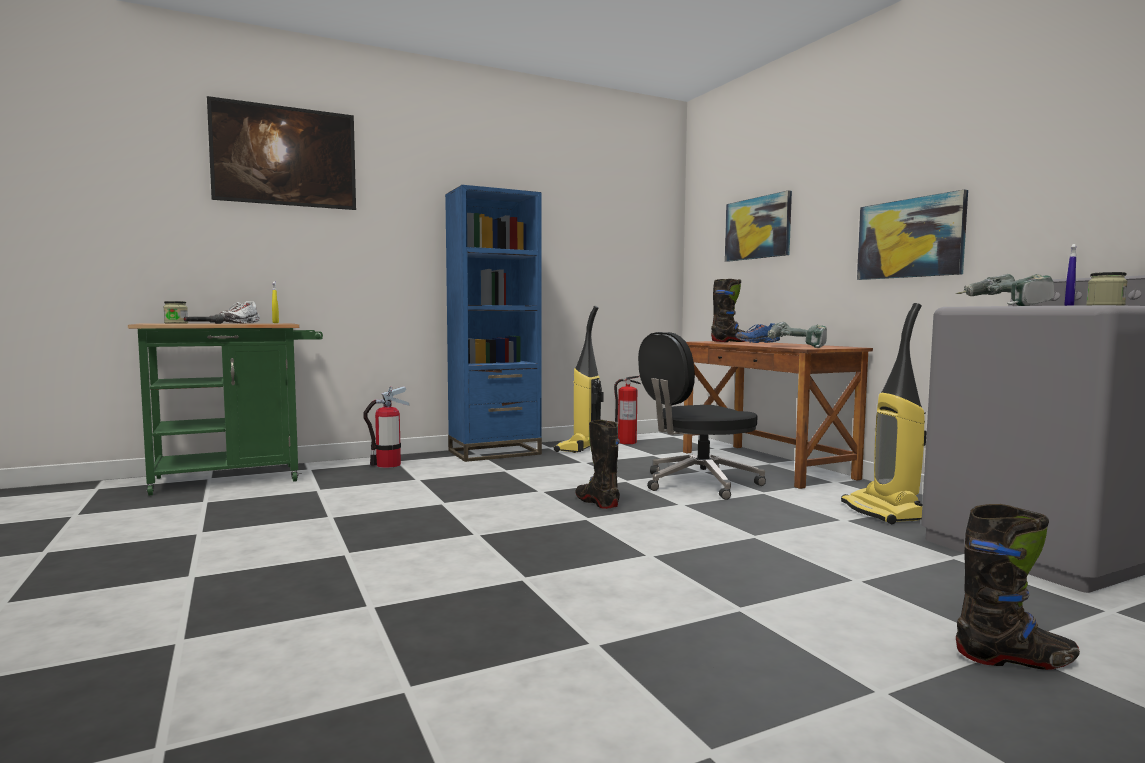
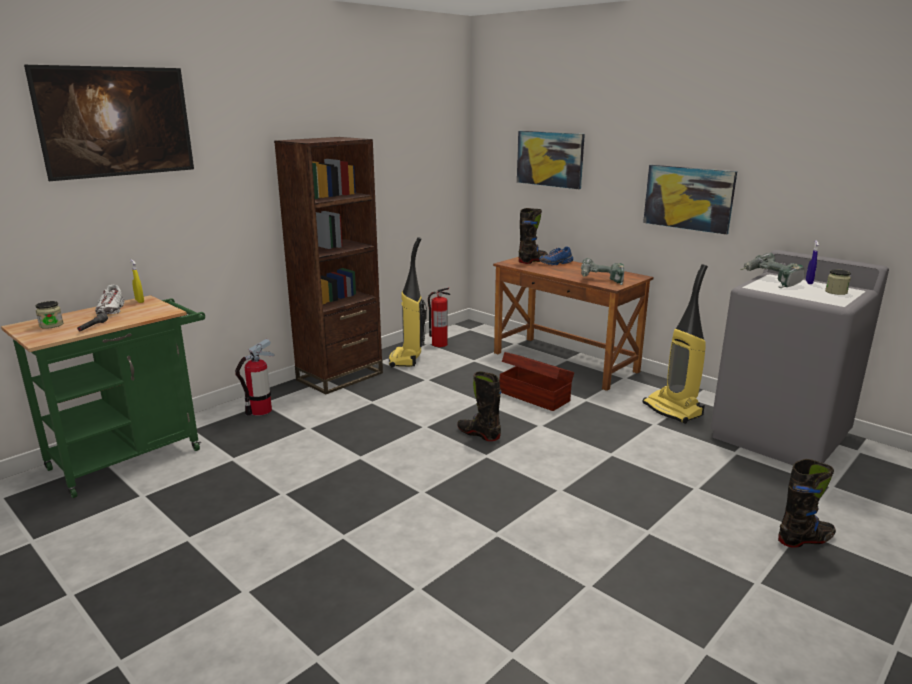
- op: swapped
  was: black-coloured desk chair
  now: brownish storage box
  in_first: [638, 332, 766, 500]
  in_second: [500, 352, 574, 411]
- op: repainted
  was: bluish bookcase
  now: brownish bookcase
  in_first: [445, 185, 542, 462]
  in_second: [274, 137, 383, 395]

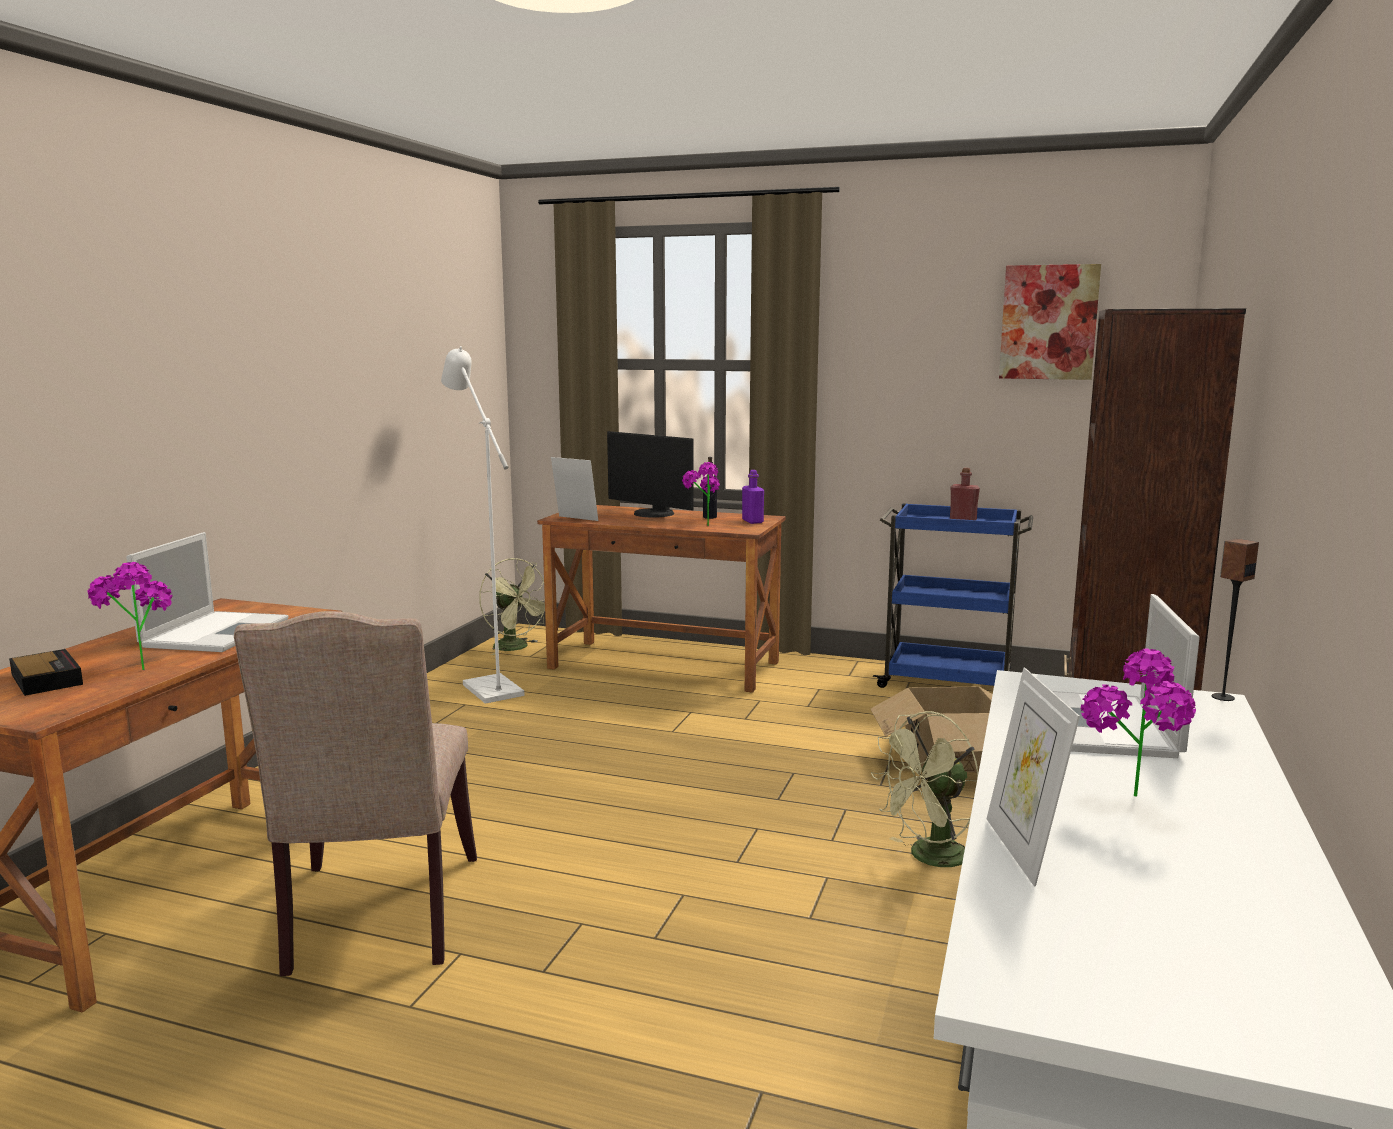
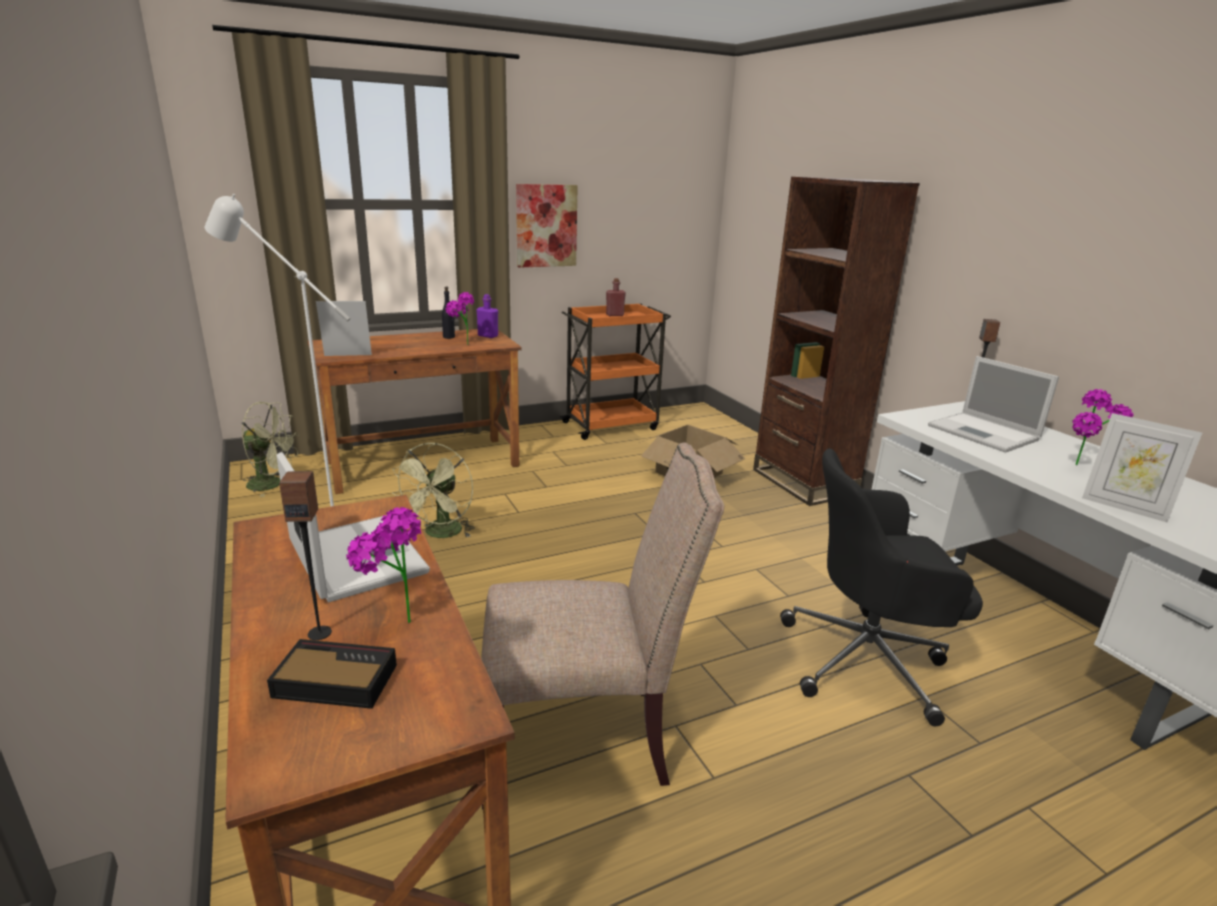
- op: gone
  was: computer screen
  in_first: [607, 431, 693, 518]
- op: new
  now: audio speaker
  in_second: [279, 471, 332, 640]
- op: new
  now: black-coloured desk chair
  in_second: [780, 449, 983, 726]
- op: shifted
  was: greenish cooling fan
  in_first: [871, 711, 978, 867]
  in_second: [392, 443, 475, 538]
- op: shifted
  was: wall picture
  in_first: [999, 264, 1101, 380]
  in_second: [516, 184, 578, 268]
- op: repainted
  was: bluish wheeled cart
  now: orangey wheeled cart
  in_first: [873, 503, 1033, 688]
  in_second: [560, 303, 671, 440]
- op: rotated
  was: beige chair
  in_first: [234, 611, 477, 976]
  in_second: [481, 443, 724, 810]
  clockwise: -45

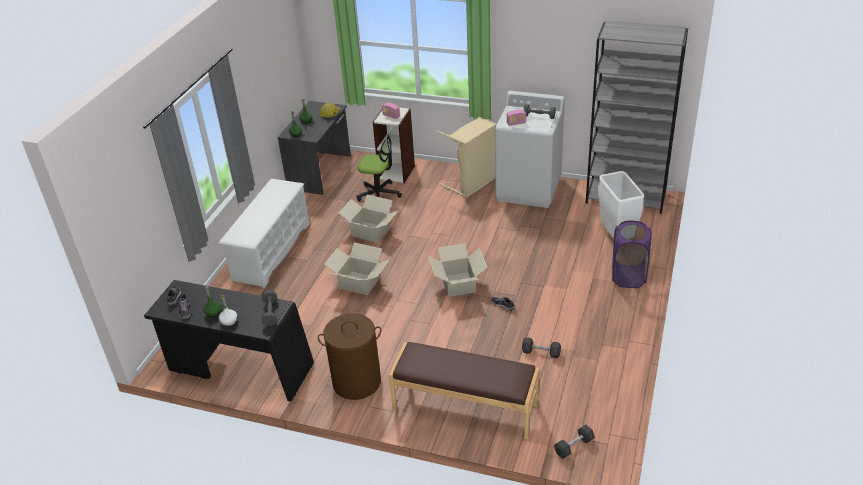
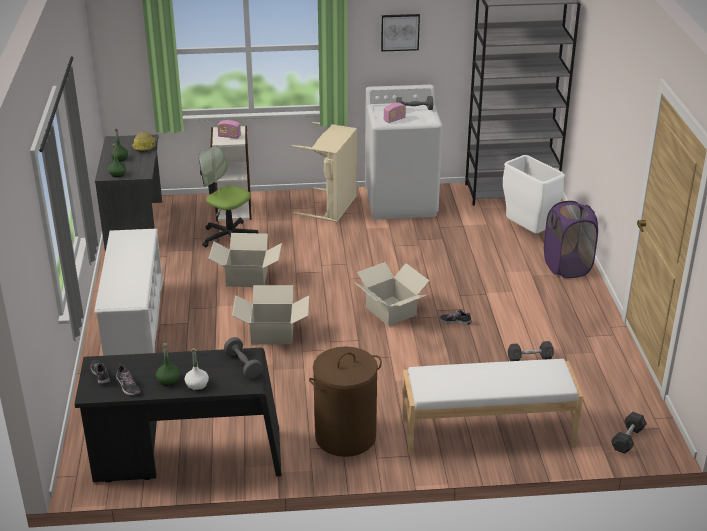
- op: new
  now: wall picture
  in_second: [381, 14, 420, 52]
- op: repainted
  was: brownish bench
  now: white-coloured bench
  in_first: [389, 342, 539, 439]
  in_second: [402, 359, 583, 455]
- op: rotated
  was: desk chair
  in_first: [357, 128, 402, 202]
  in_second: [198, 145, 258, 247]
  clockwise: -135

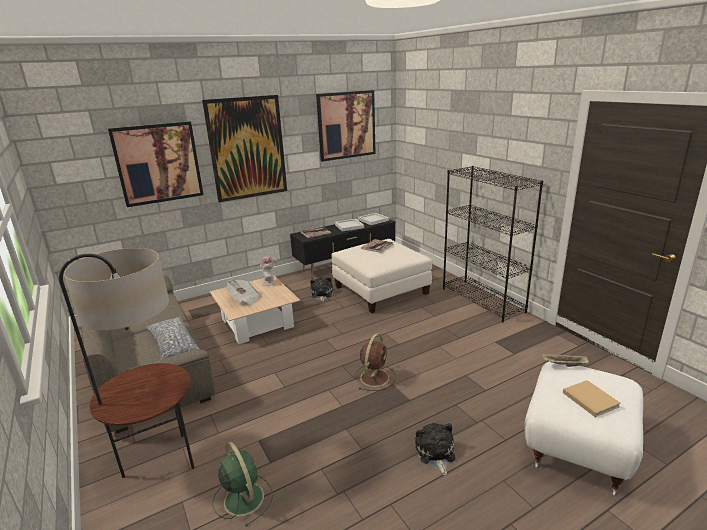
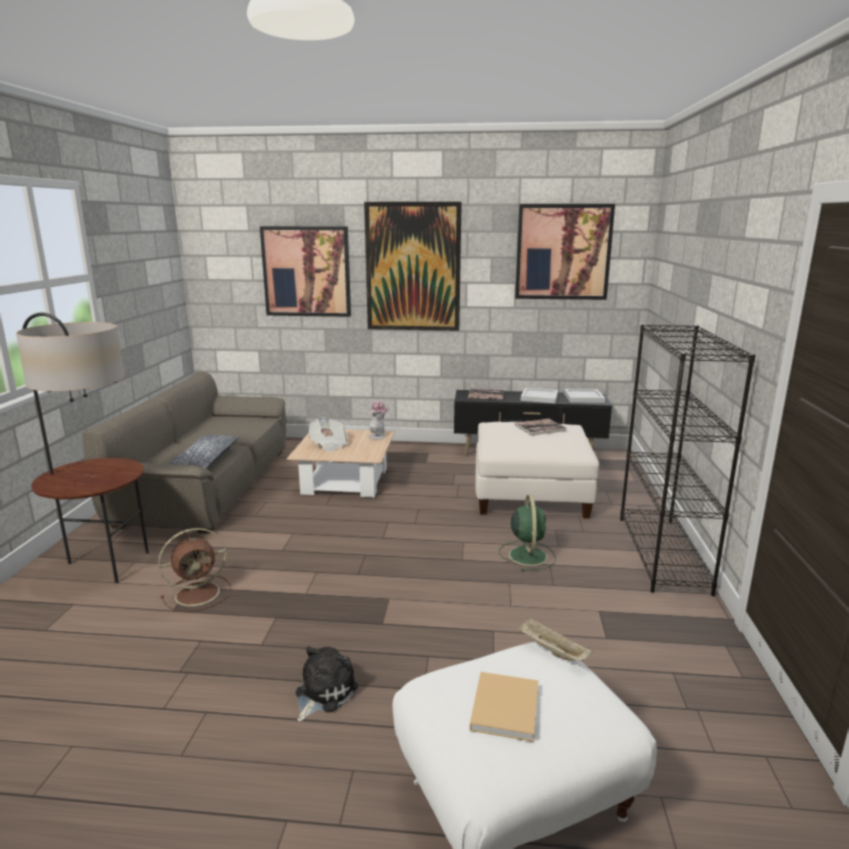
- op: gone
  was: cuddly toy
  in_first: [310, 277, 333, 302]
- op: shifted
  was: greenish cooling fan
  in_first: [212, 442, 273, 527]
  in_second: [499, 495, 556, 571]
- op: shifted
  was: brownish cooling fan
  in_first: [355, 333, 396, 391]
  in_second: [158, 528, 231, 612]

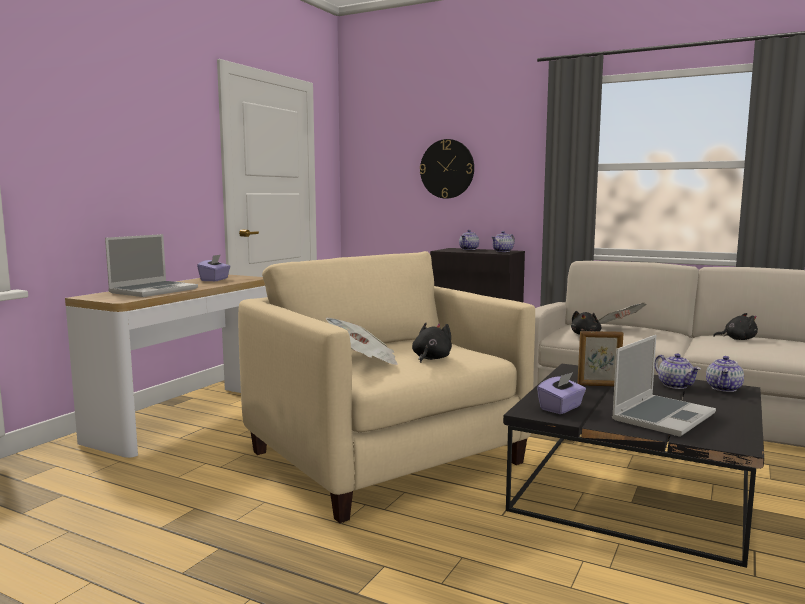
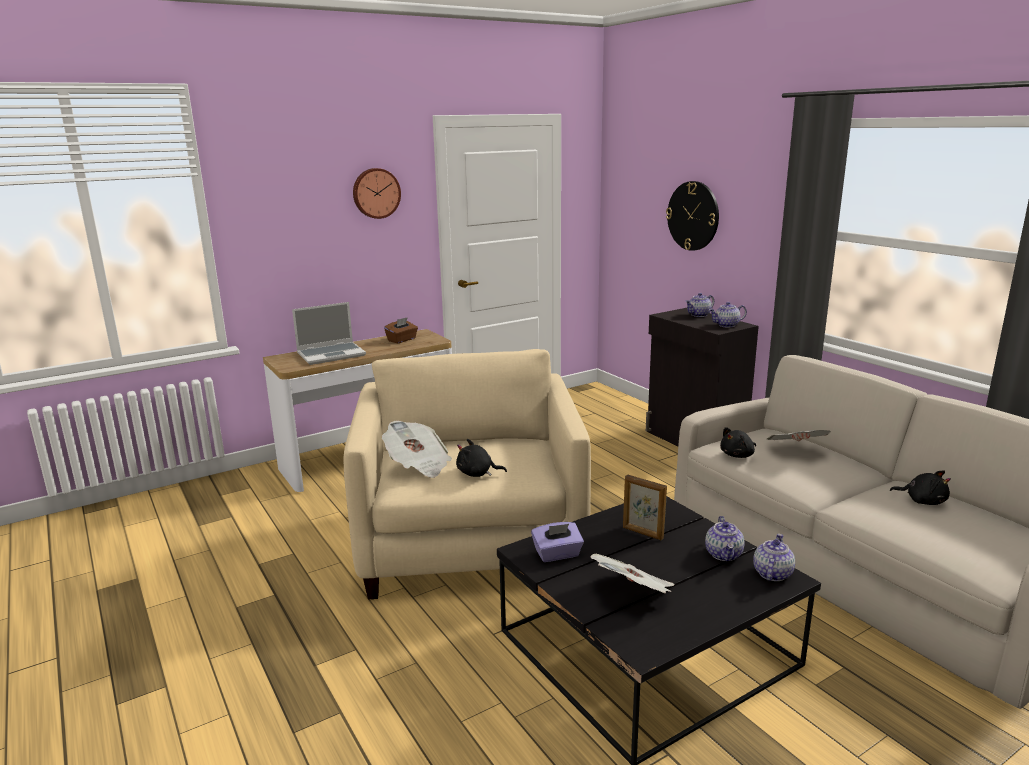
- op: new
  now: hanging clock
  in_second: [353, 168, 401, 219]
- op: swapped
  was: portable computer
  now: printed paper
  in_first: [612, 335, 716, 437]
  in_second: [590, 554, 674, 593]
- op: repainted
  was: purple box of tissues
  now: brownish box of tissues
  in_first: [197, 254, 230, 281]
  in_second: [384, 317, 418, 343]
- op: rotated
  was: black-coloured cuddly toy
  in_first: [412, 323, 452, 363]
  in_second: [456, 439, 507, 477]
  clockwise: -135
- op: rotated
  was: teapot
  in_first: [706, 356, 744, 392]
  in_second: [753, 534, 795, 581]
  clockwise: 150

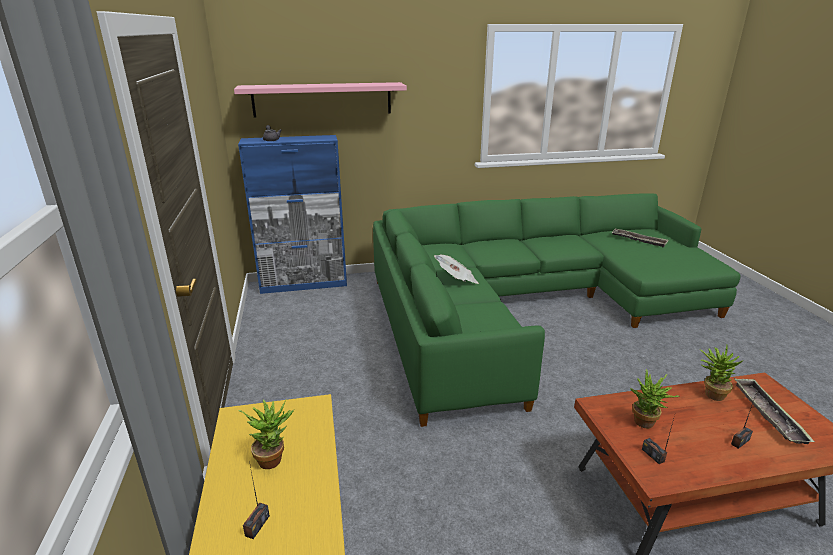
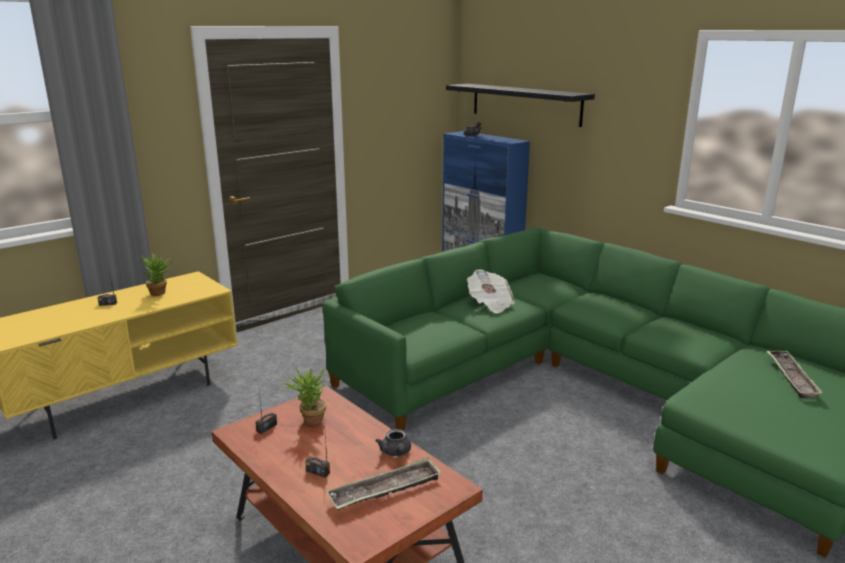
- op: swapped
  was: plant in a pot
  now: greyish teapot
  in_first: [700, 345, 744, 401]
  in_second: [376, 429, 411, 456]
- op: repainted
  was: pink wall shelf
  now: black-coloured wall shelf
  in_first: [234, 82, 407, 117]
  in_second: [446, 84, 595, 127]

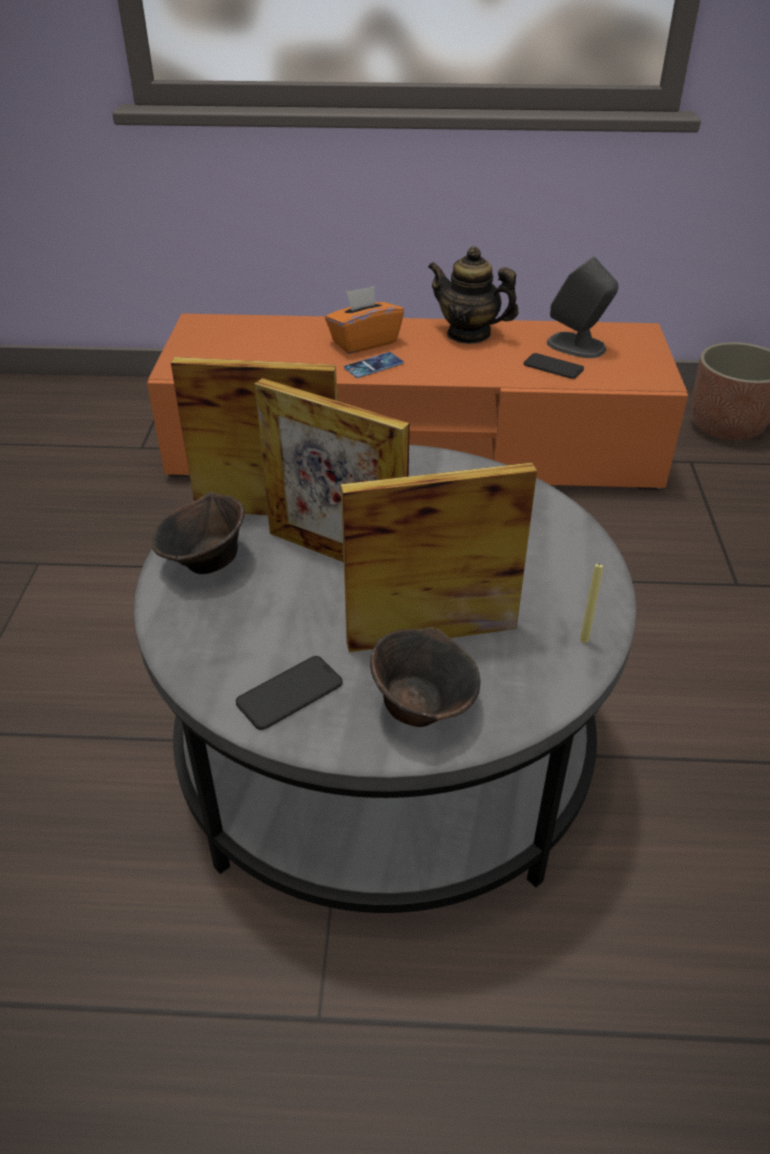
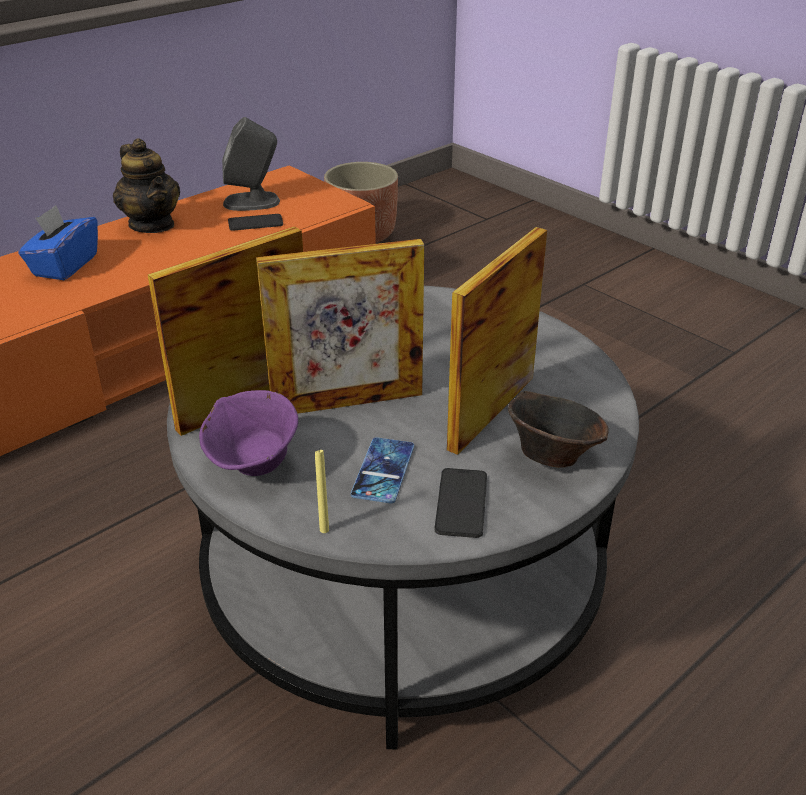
- op: shifted
  was: handset
  in_first: [344, 352, 404, 378]
  in_second: [351, 437, 414, 504]
- op: shifted
  was: yellow candle
  in_first: [580, 563, 603, 643]
  in_second: [315, 450, 329, 533]
- op: repainted
  was: brownish deep dish
  now: purple deep dish
  in_first: [152, 492, 245, 574]
  in_second: [199, 390, 298, 476]
- op: repainted
  was: orangey box of tissues
  now: bluish box of tissues
  in_first: [325, 286, 404, 354]
  in_second: [18, 205, 98, 280]
- op: rotated
  was: teapot
  in_first: [428, 246, 519, 344]
  in_second: [113, 138, 180, 233]
  clockwise: -105

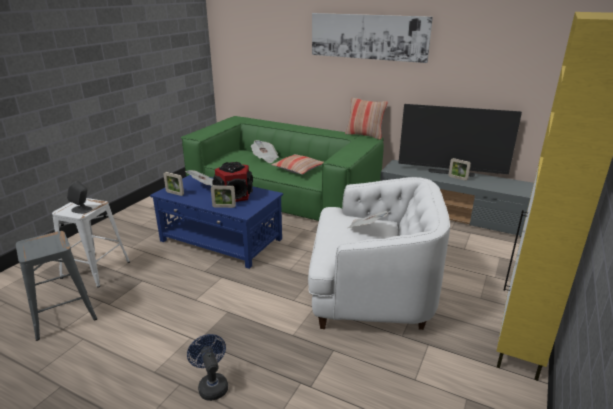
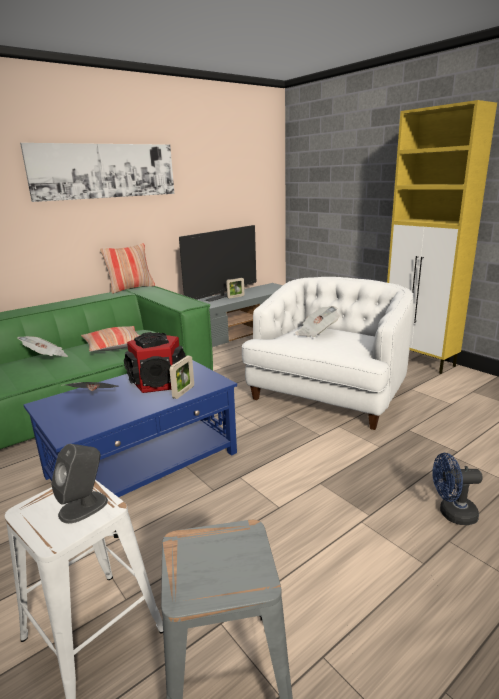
- op: gone
  was: photo frame
  in_first: [163, 172, 184, 196]

